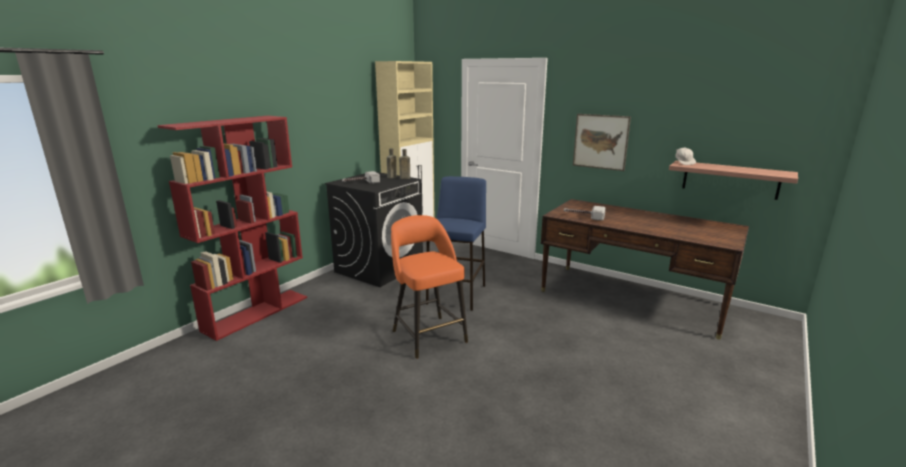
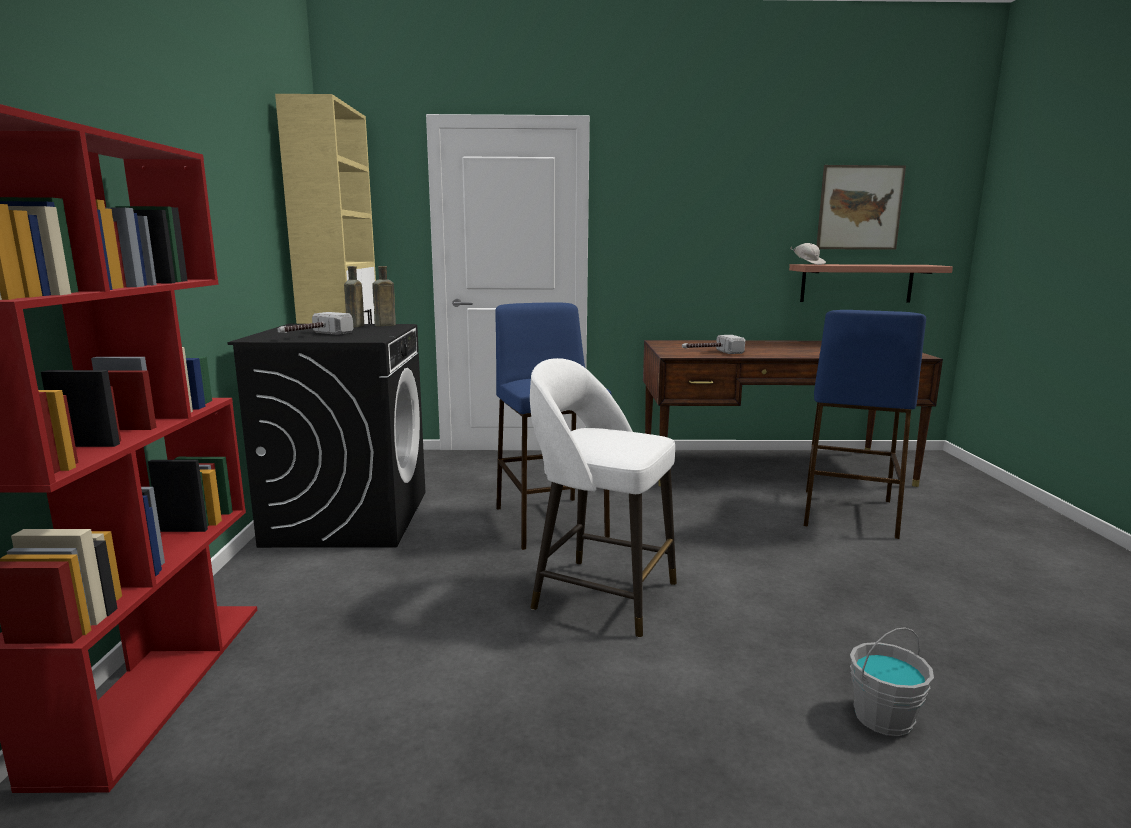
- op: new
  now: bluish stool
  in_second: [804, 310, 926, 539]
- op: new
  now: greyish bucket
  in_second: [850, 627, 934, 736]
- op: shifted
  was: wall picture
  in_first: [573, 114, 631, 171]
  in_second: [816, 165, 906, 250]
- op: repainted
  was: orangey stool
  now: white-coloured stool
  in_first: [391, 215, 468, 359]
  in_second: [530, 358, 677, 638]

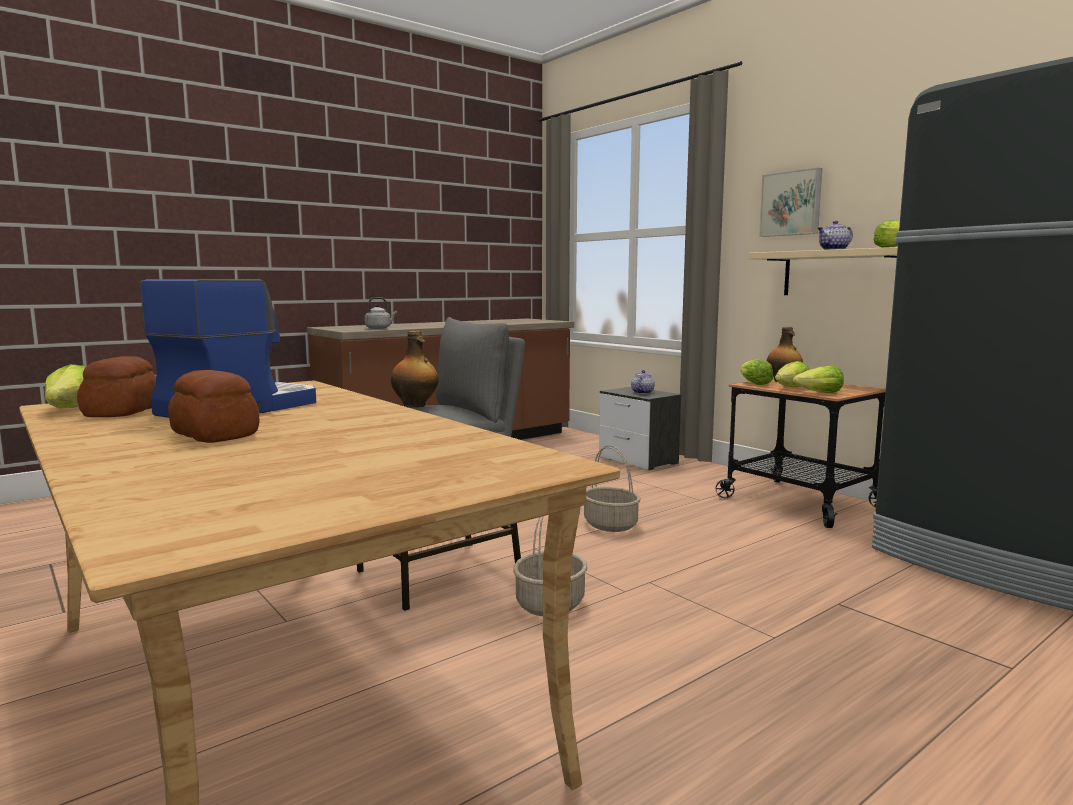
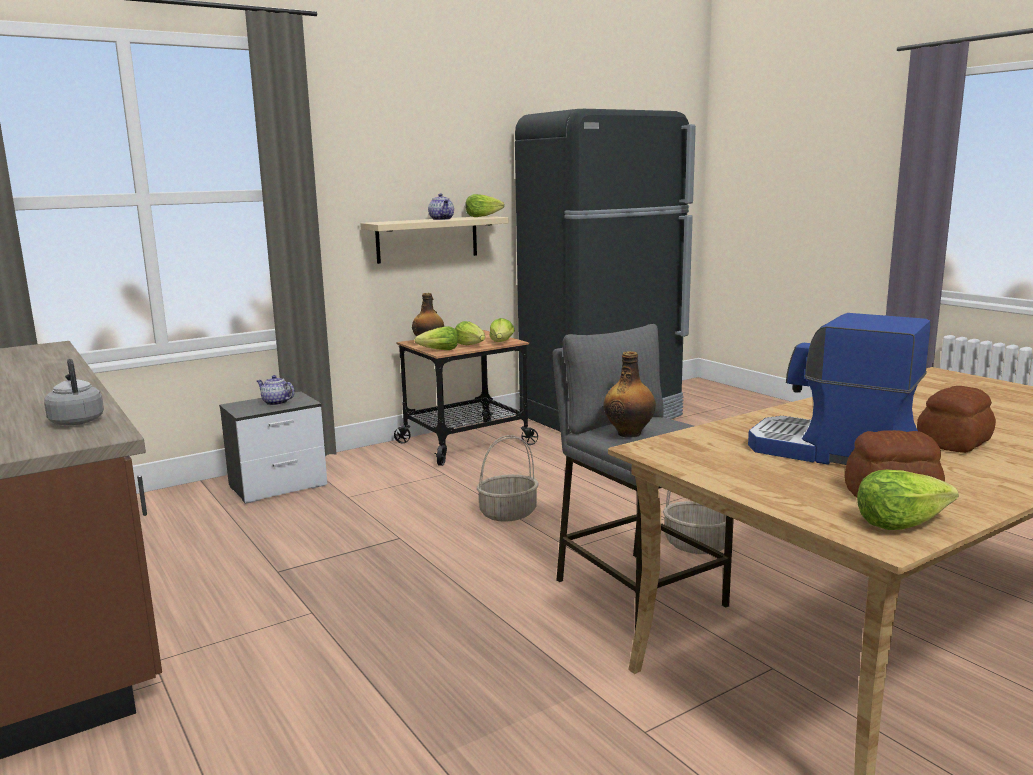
- op: gone
  was: wall picture
  in_first: [759, 168, 822, 237]

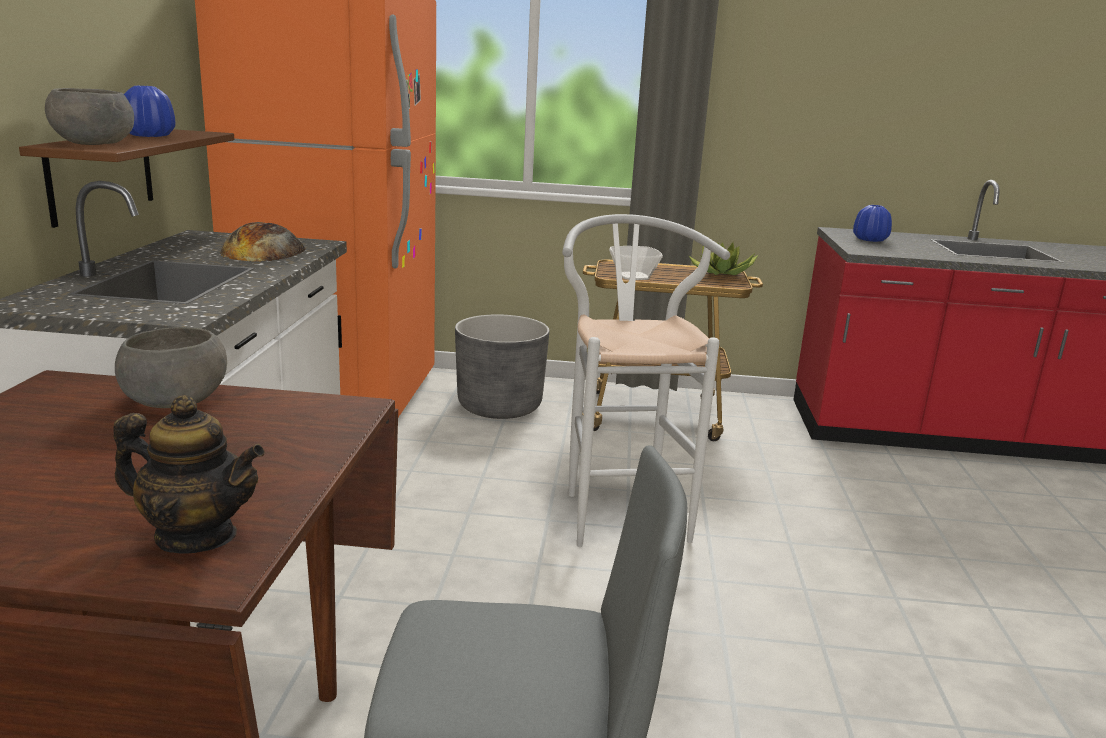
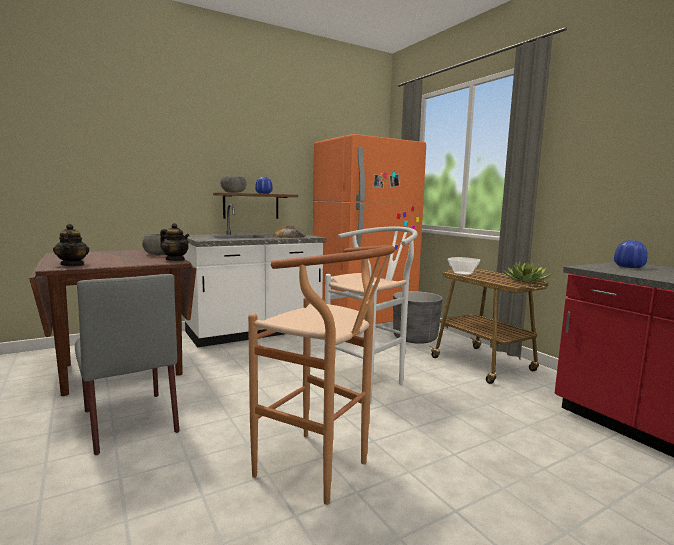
- op: new
  now: teapot
  in_second: [160, 223, 190, 261]
- op: new
  now: brownish stool
  in_second: [248, 245, 395, 505]

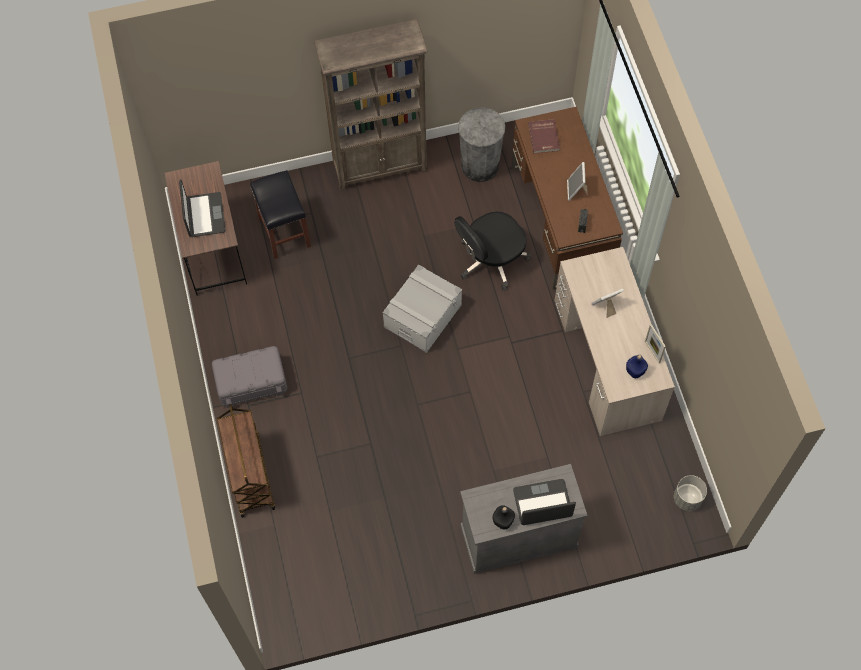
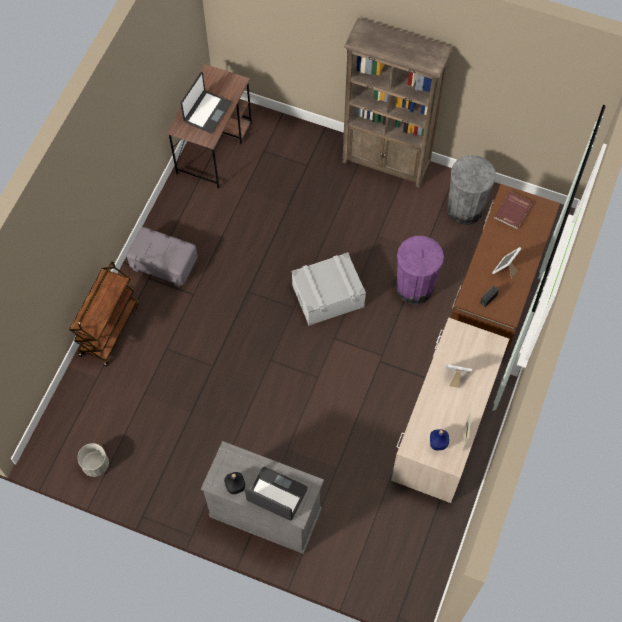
- op: gone
  was: black-coloured stool
  in_first: [250, 170, 311, 259]
- op: shifted
  was: greyish plant pot
  in_first: [674, 475, 707, 511]
  in_second: [77, 443, 109, 477]
- op: swapped
  was: black-coloured desk chair
  now: purple rubbish bin
  in_first: [454, 212, 531, 291]
  in_second: [396, 236, 444, 305]

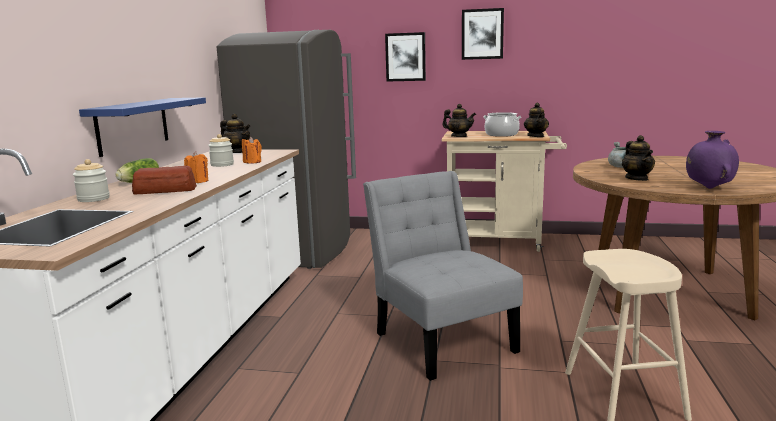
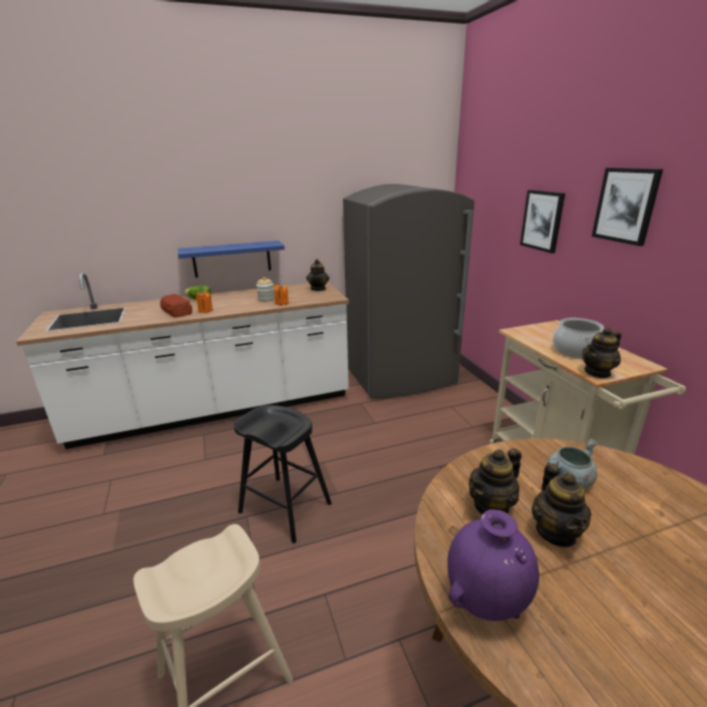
- op: gone
  was: storage jar
  in_first: [73, 159, 110, 202]
- op: shifted
  was: teapot
  in_first: [442, 104, 476, 137]
  in_second: [532, 464, 591, 547]
- op: swapped
  was: greyish chair
  now: black-coloured stool
  in_first: [363, 171, 523, 381]
  in_second: [233, 405, 332, 543]

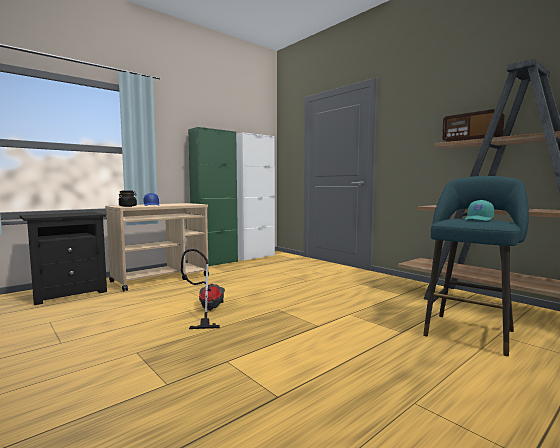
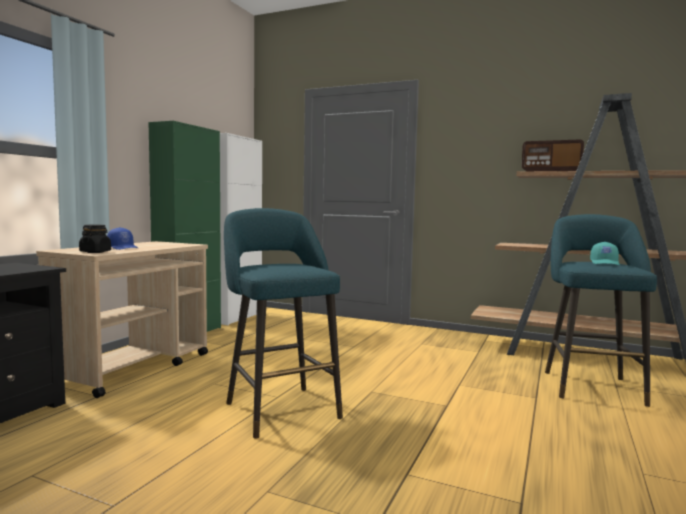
- op: swapped
  was: vacuum
  now: turquoise stool
  in_first: [181, 249, 225, 329]
  in_second: [224, 208, 343, 438]

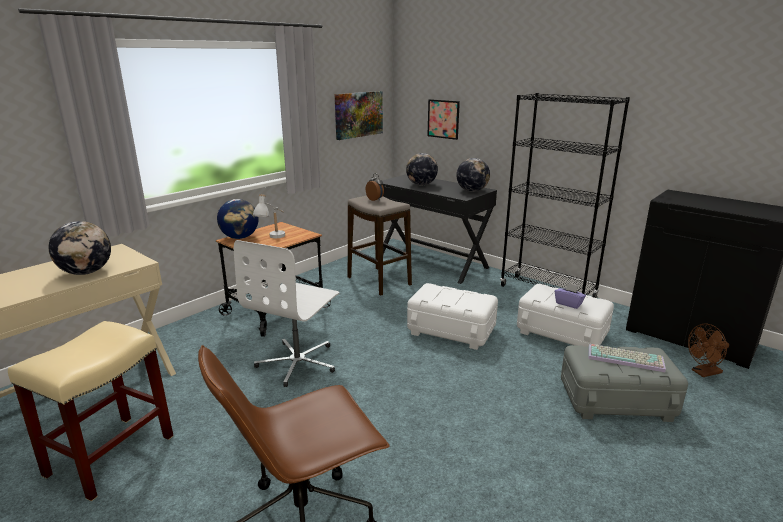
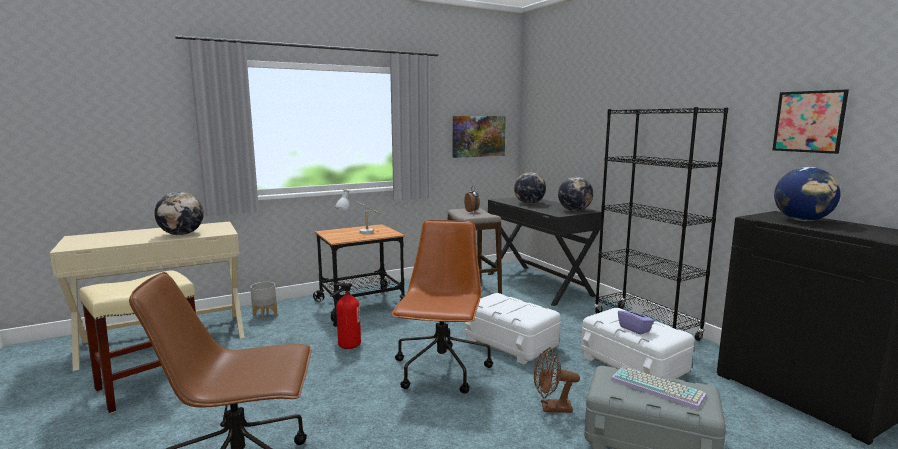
- op: new
  now: greyish plant pot
  in_second: [250, 282, 277, 320]
- op: new
  now: brownish desk chair
  in_second: [392, 220, 493, 394]
- op: shifted
  was: world globe
  in_first: [217, 199, 259, 239]
  in_second: [774, 167, 841, 221]
- op: shifted
  was: wall picture
  in_first: [427, 99, 460, 140]
  in_second: [772, 89, 849, 154]
- op: shifted
  was: brownish cooling fan
  in_first: [688, 324, 729, 377]
  in_second: [534, 347, 580, 413]
- op: swapped
  was: white-coloured desk chair
  now: fire extinguisher
  in_first: [234, 240, 339, 387]
  in_second: [329, 282, 361, 349]

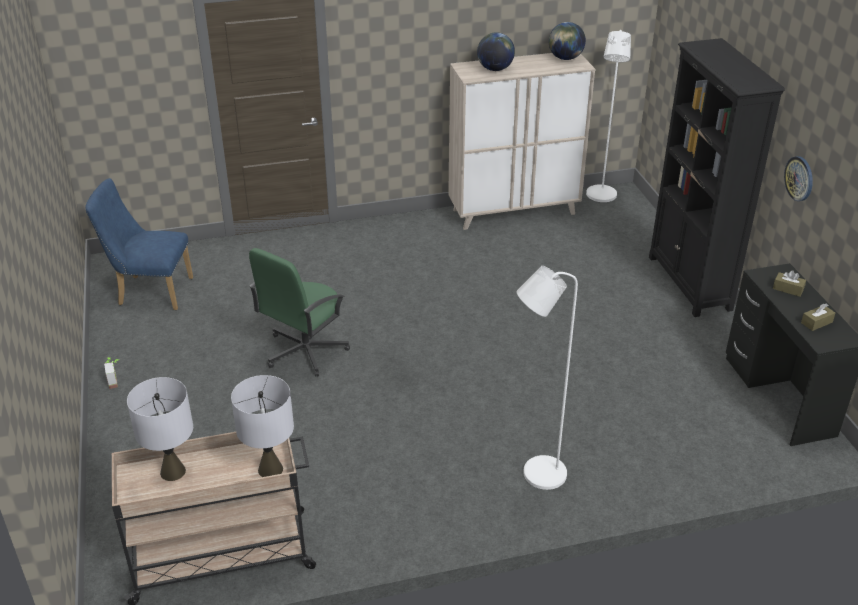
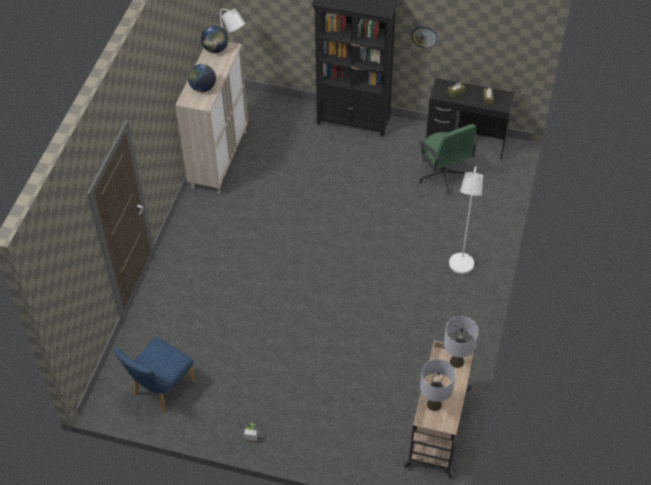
- op: shifted
  was: greenish desk chair
  in_first: [249, 248, 350, 376]
  in_second: [419, 124, 478, 194]

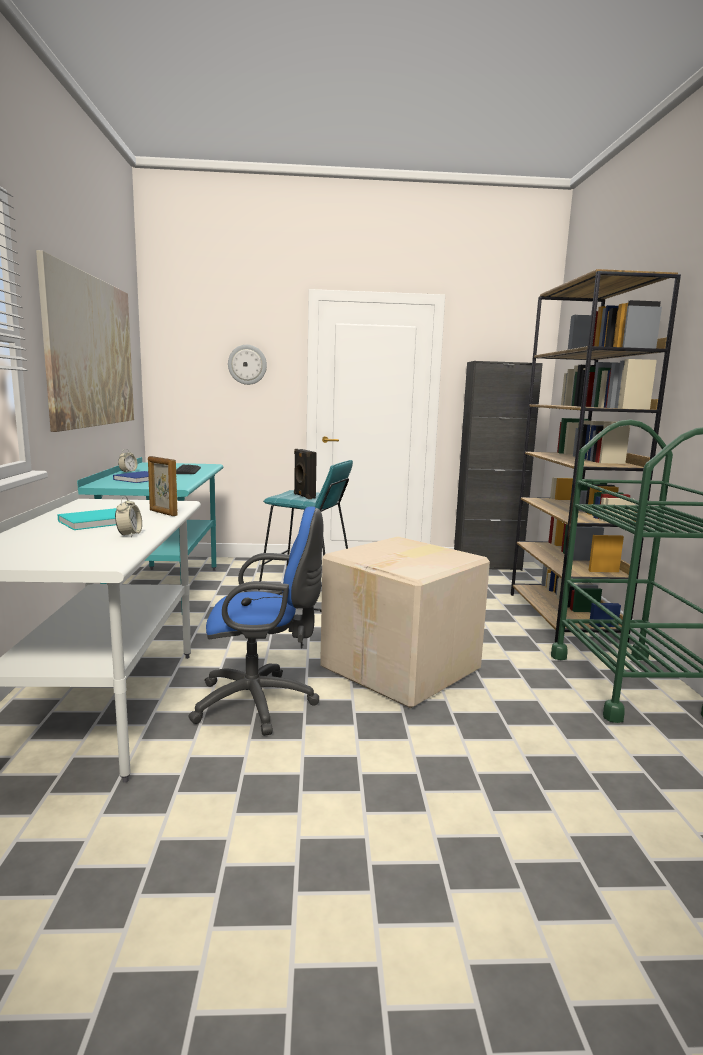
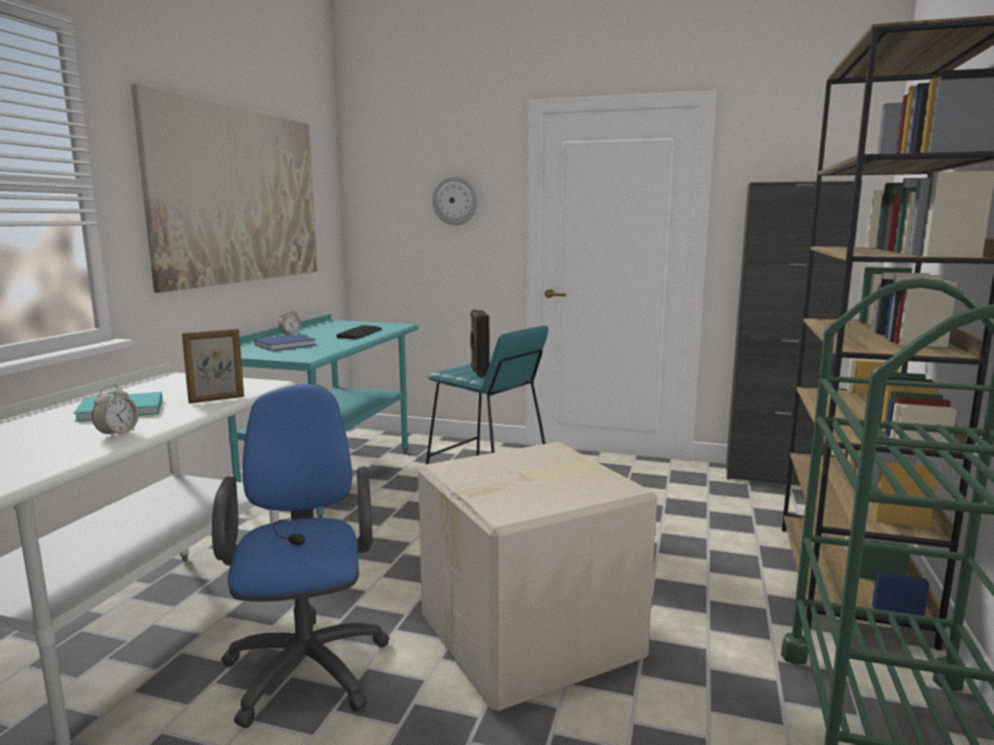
- op: rotated
  was: photo frame
  in_first: [148, 456, 178, 516]
  in_second: [182, 329, 244, 404]
  clockwise: -90
- op: rotated
  was: bluish desk chair
  in_first: [188, 506, 323, 736]
  in_second: [212, 384, 390, 728]
  clockwise: -120

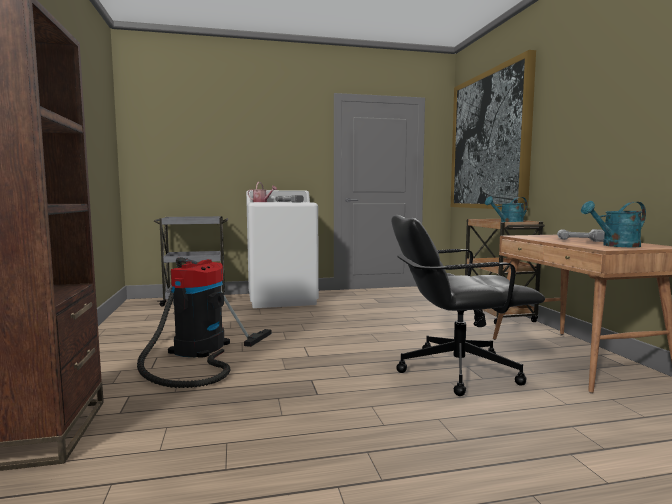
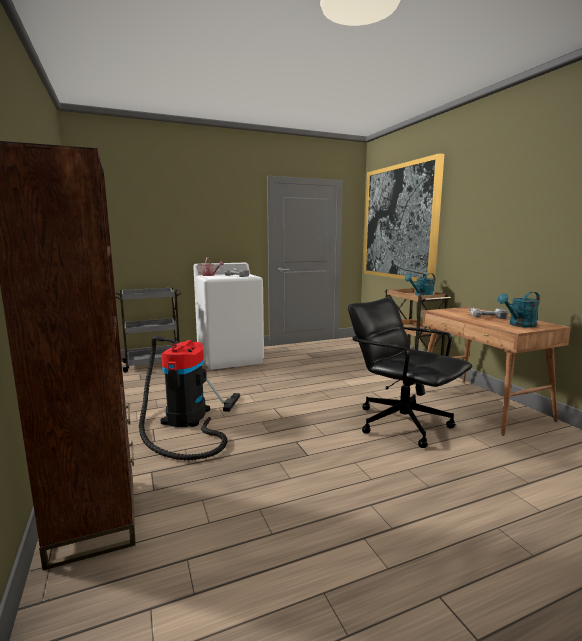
- op: rotated
  was: black-coloured desk chair
  in_first: [391, 215, 545, 396]
  in_second: [348, 297, 472, 448]
  clockwise: 60

